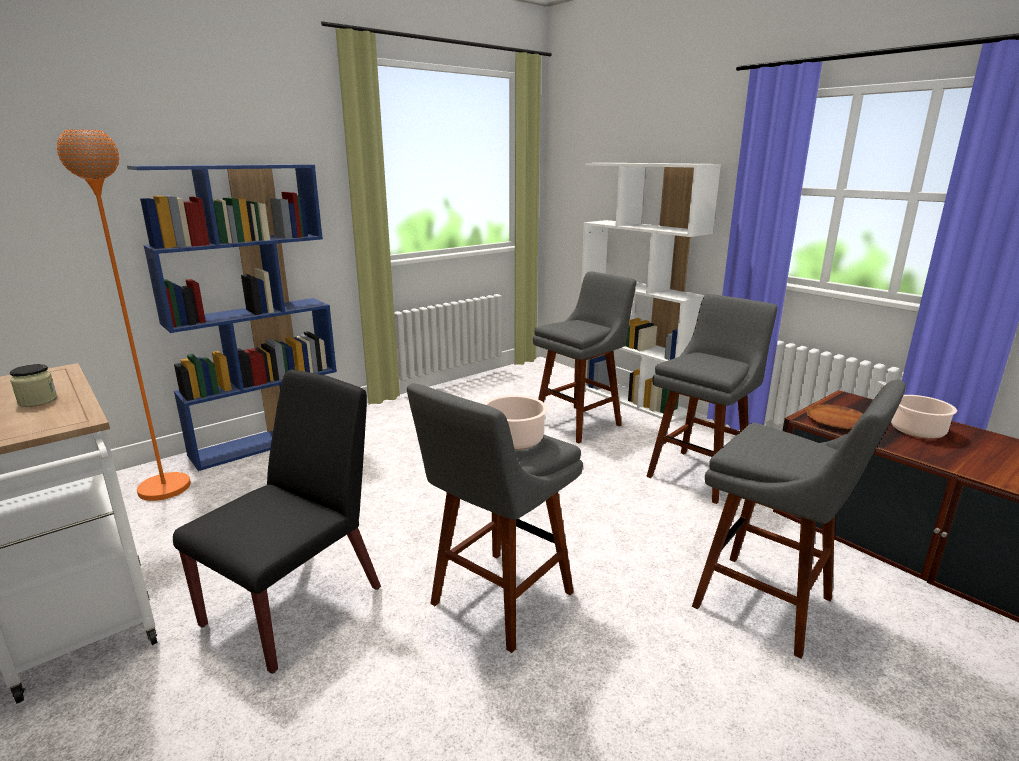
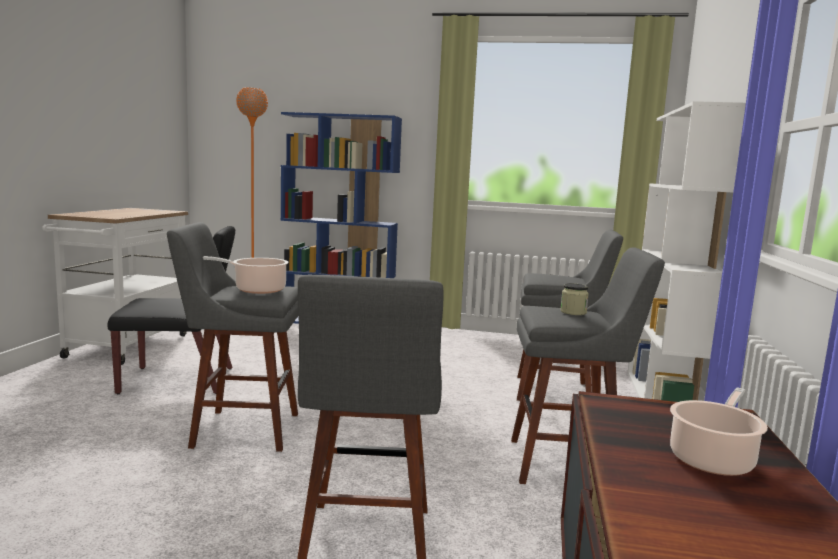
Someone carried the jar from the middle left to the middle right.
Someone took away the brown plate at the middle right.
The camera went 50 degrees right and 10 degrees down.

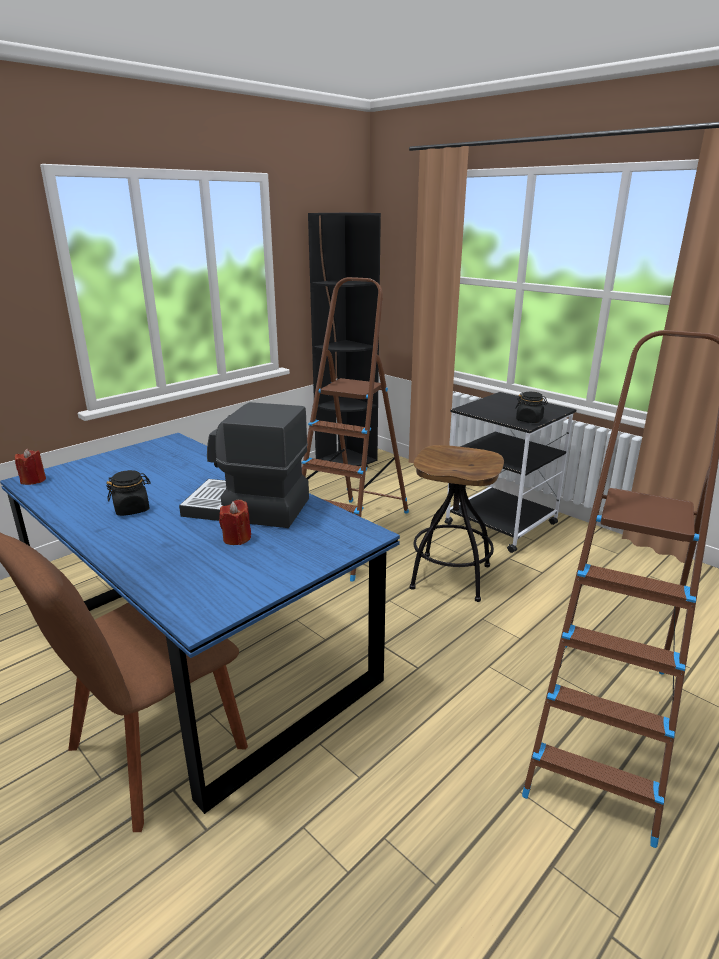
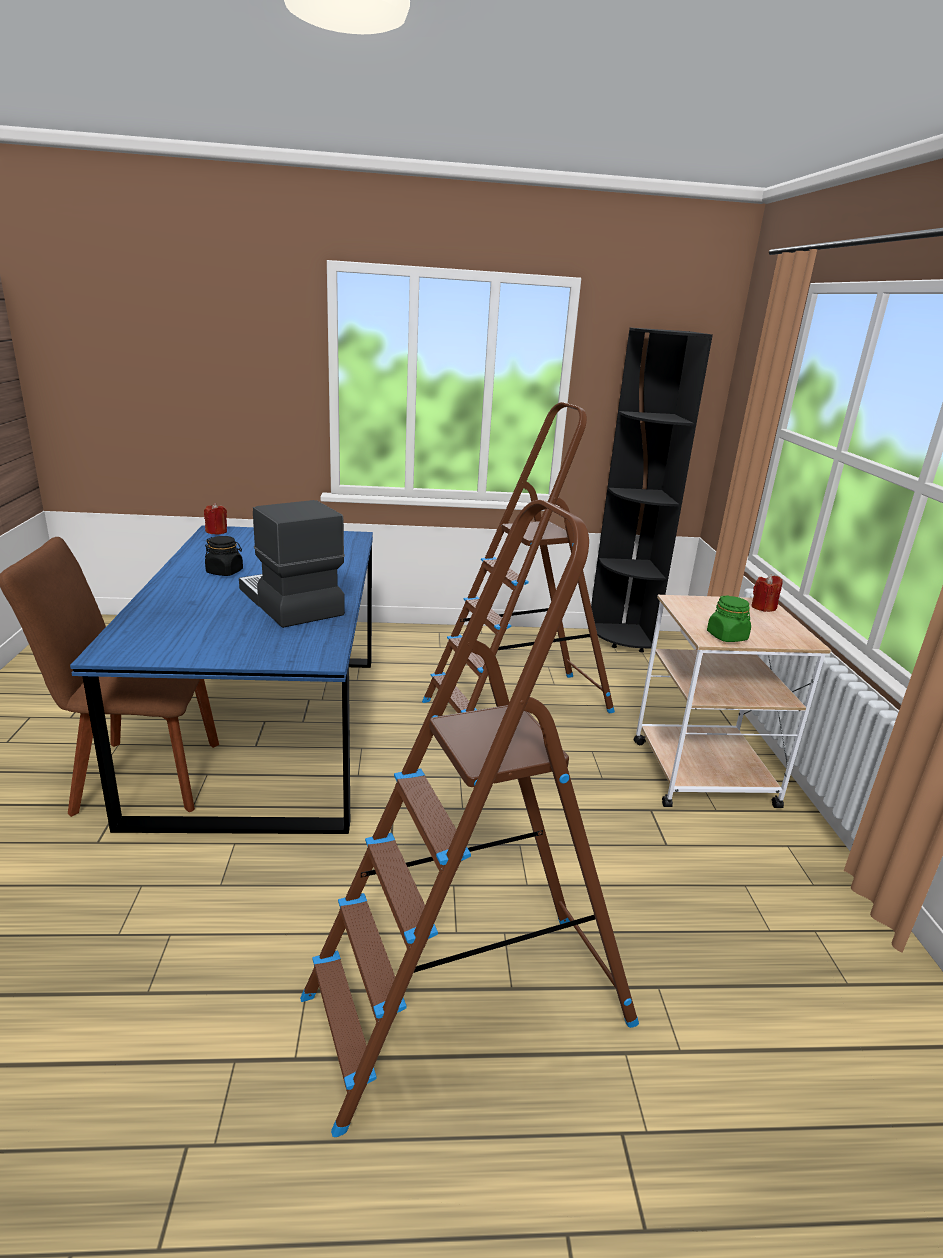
Someone carried the red candle (no. 2 from left) from the middle left to the middle right.
Someone took away the brown stool at the centre.
Someone repainted the black cart at the middle right, which became the beige cart at the middle right.
Someone repainted the black jar (no. 2 from left) at the middle right, which became the green jar at the middle right.
The camera went 40 degrees right and 0 degrees up.

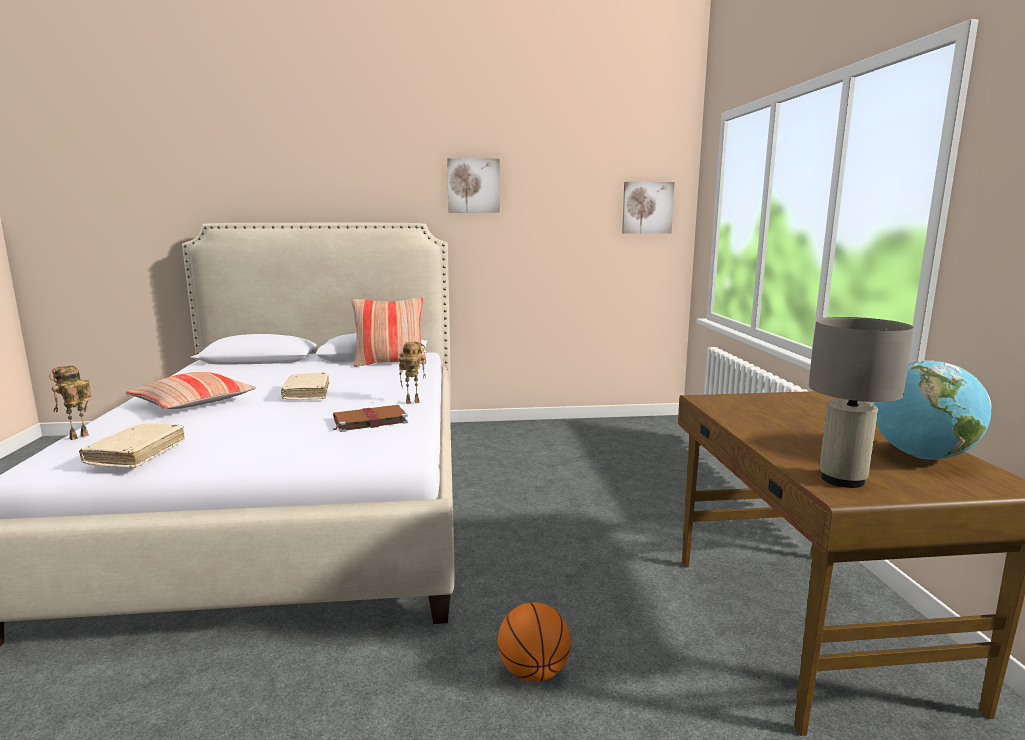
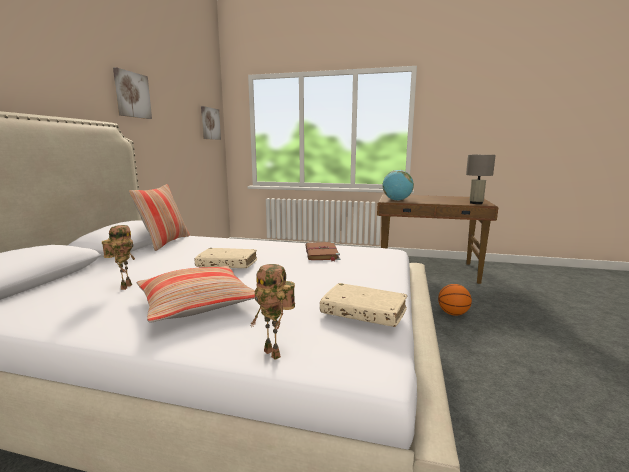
Someone carried the toy robot (no. 2 from left in the first image) from the centre to the middle left.
Someone carried the globe from the middle right to the centre.
The camera went 70 degrees left and 0 degrees up.

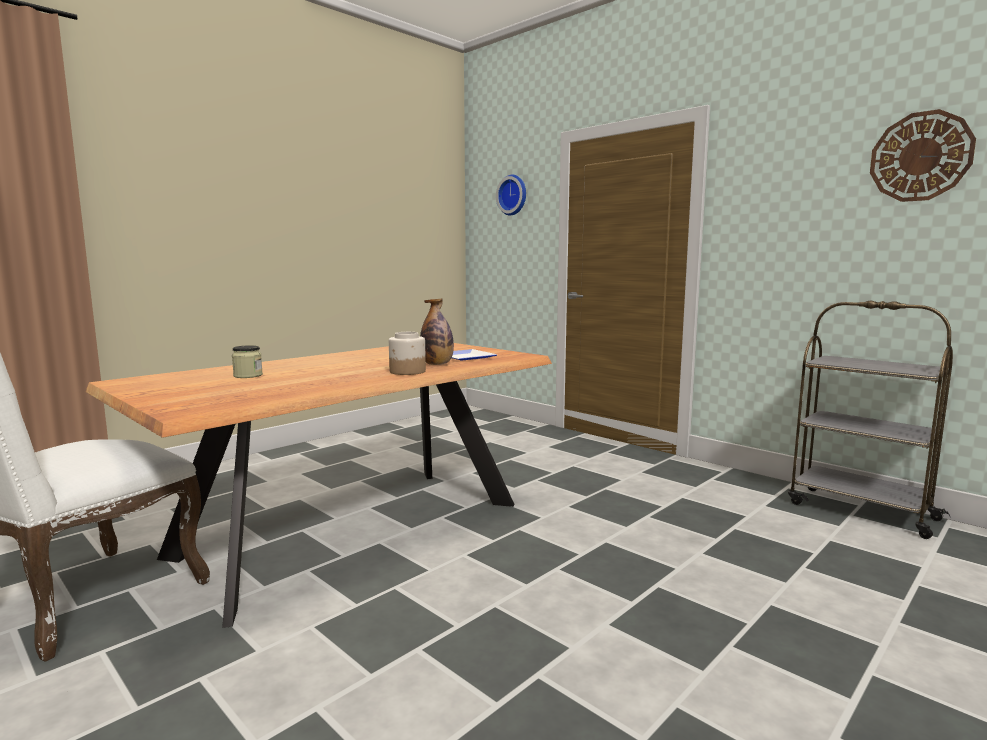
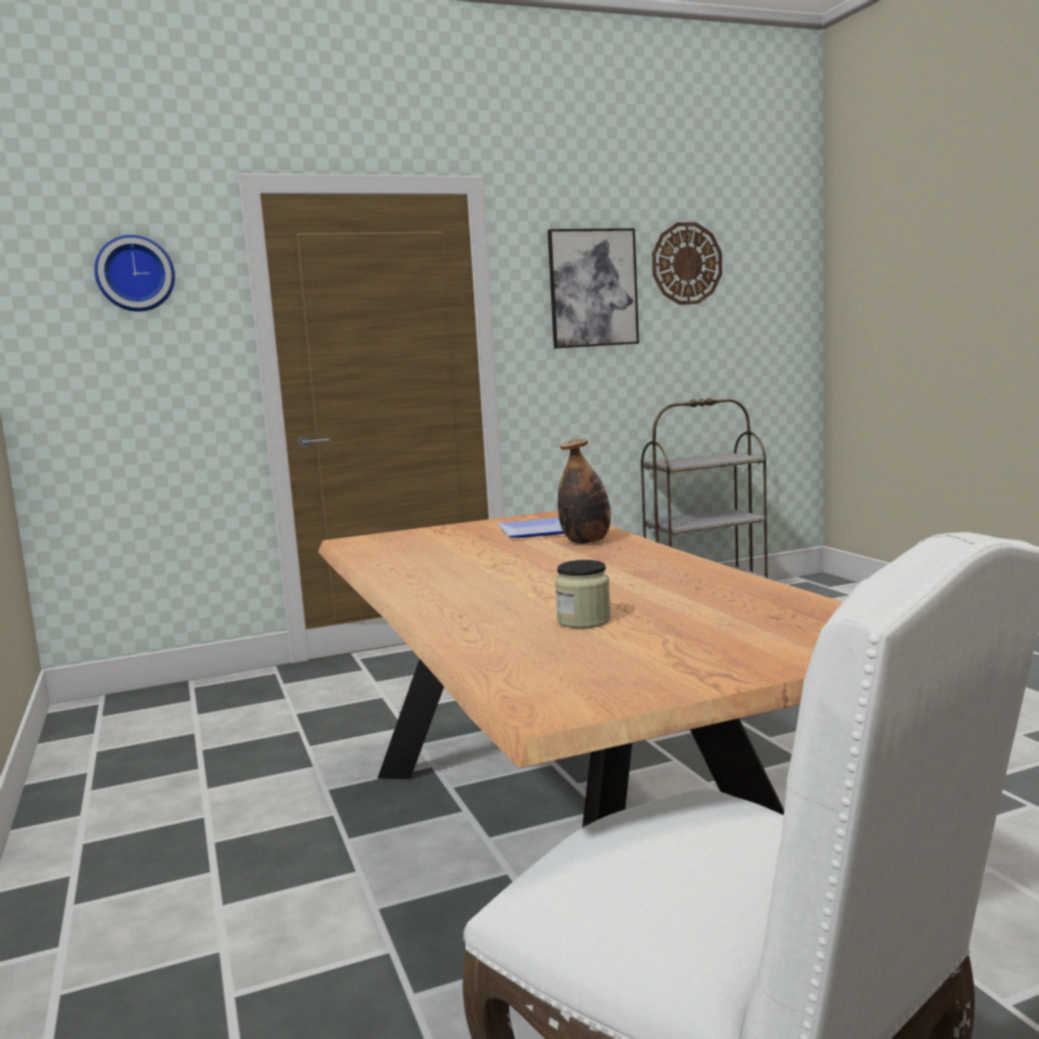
Someone took away the jar (no. 2 from left) at the centre.
Someone put up the picture at the top centre.
The camera went 65 degrees left and 0 degrees up.

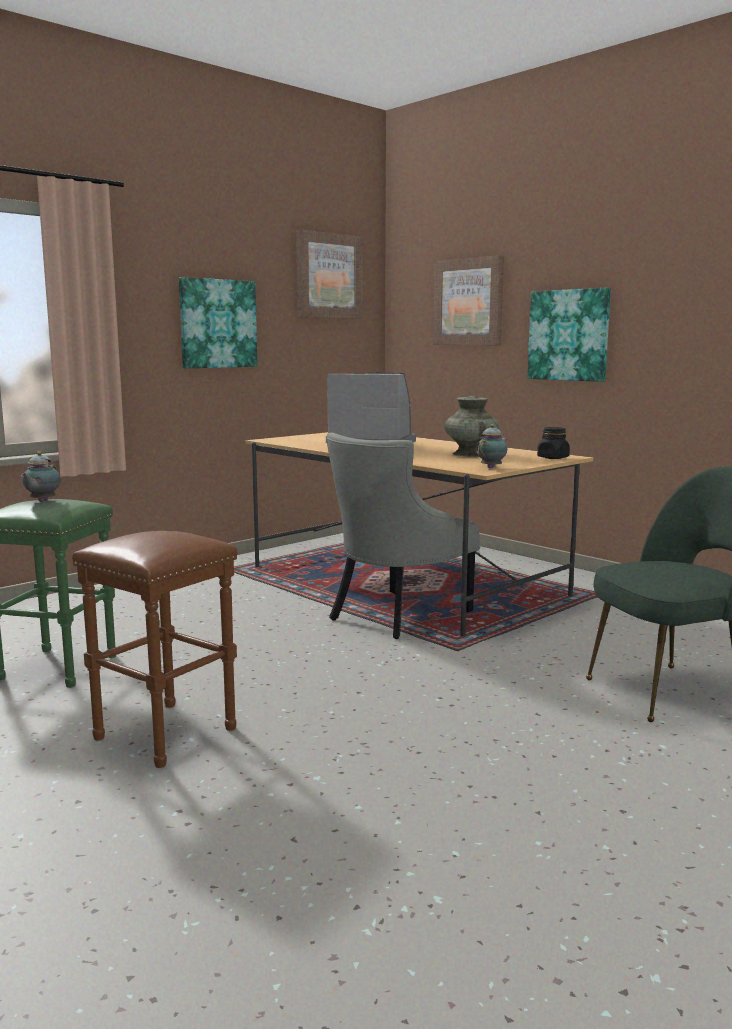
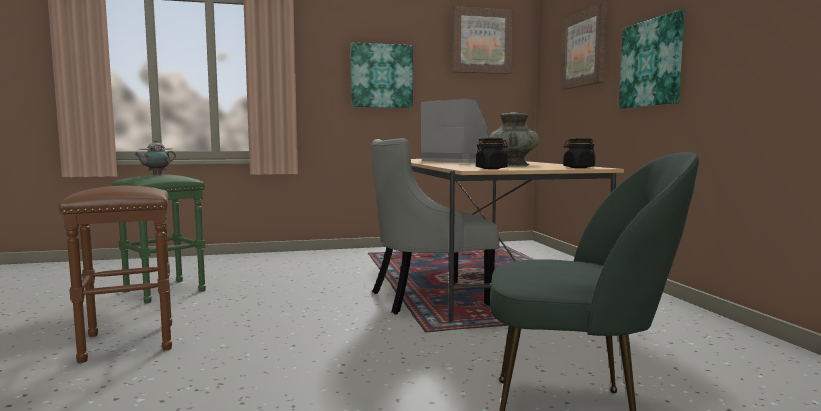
Someone swapped the teapot (no. 2 from left) at the middle right for the black jar (no. 1 from left) at the centre.
The camera went 30 degrees right and 5 degrees down.

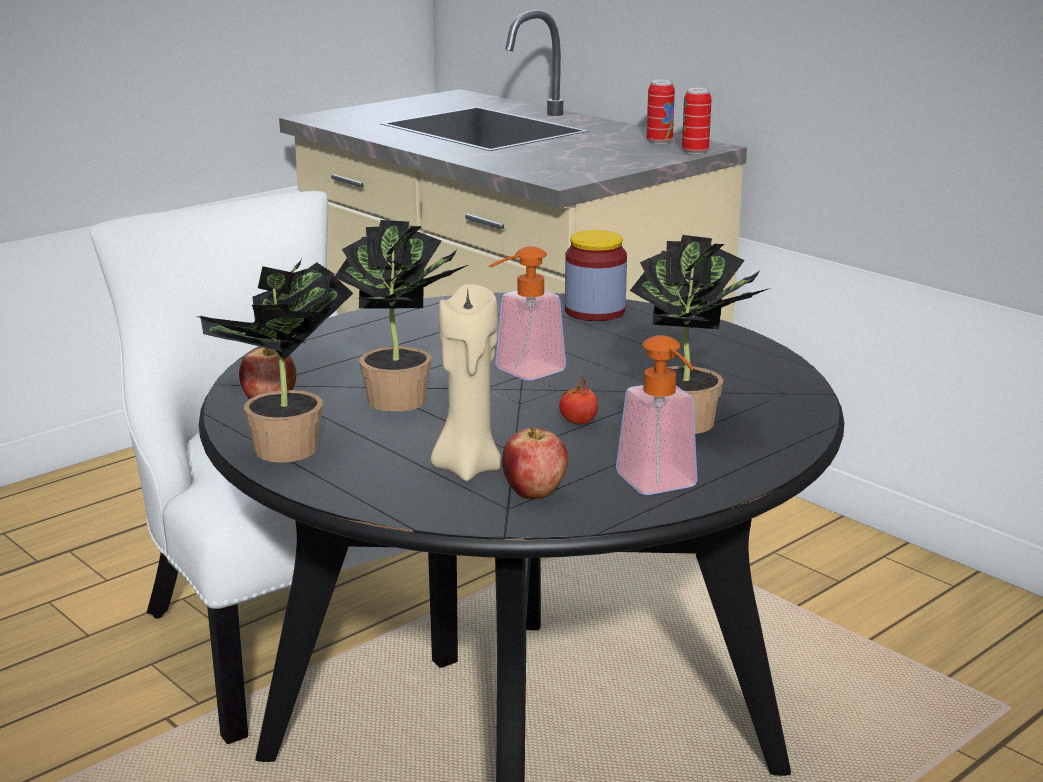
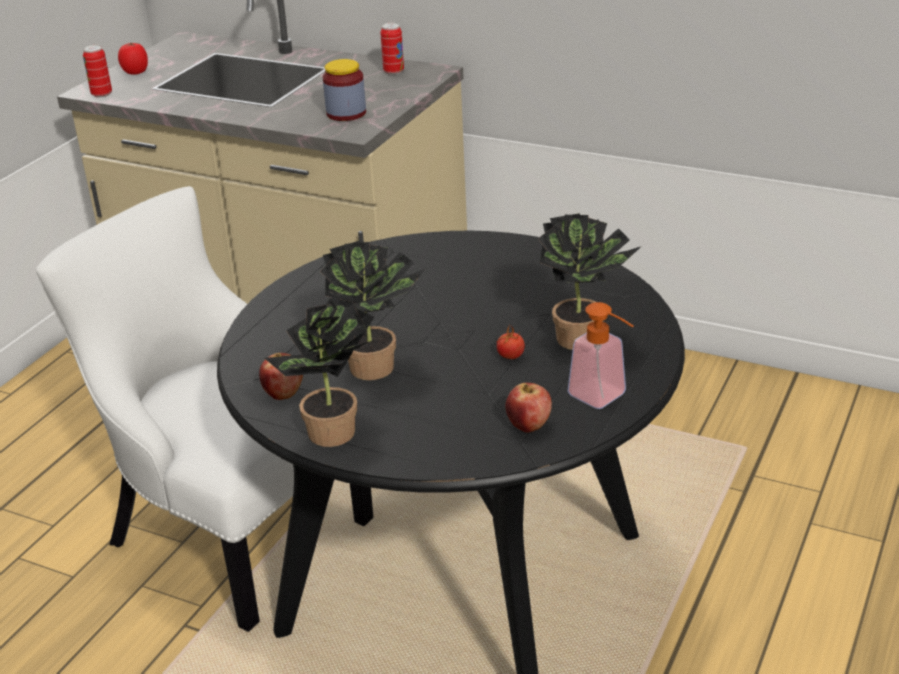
Someone took away the beige candle at the centre.
Someone took away the soap dispenser (no. 1 from left) at the centre.
Someone carried the jar from the centre to the top centre.
Someone carried the can (no. 2 from left in the first image) from the top right to the top left.
Someone put down the tomato (no. 1 from left) at the top left.
The camera went 20 degrees left and 10 degrees up.

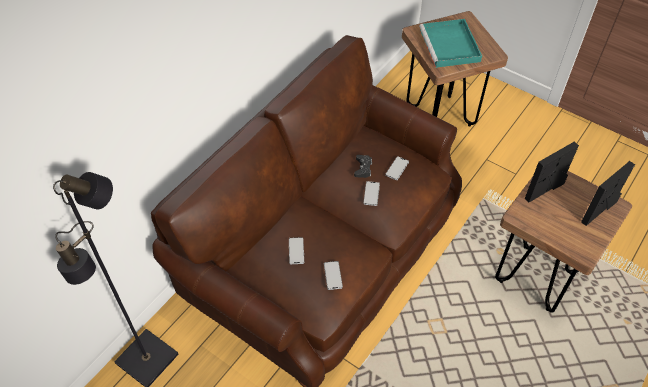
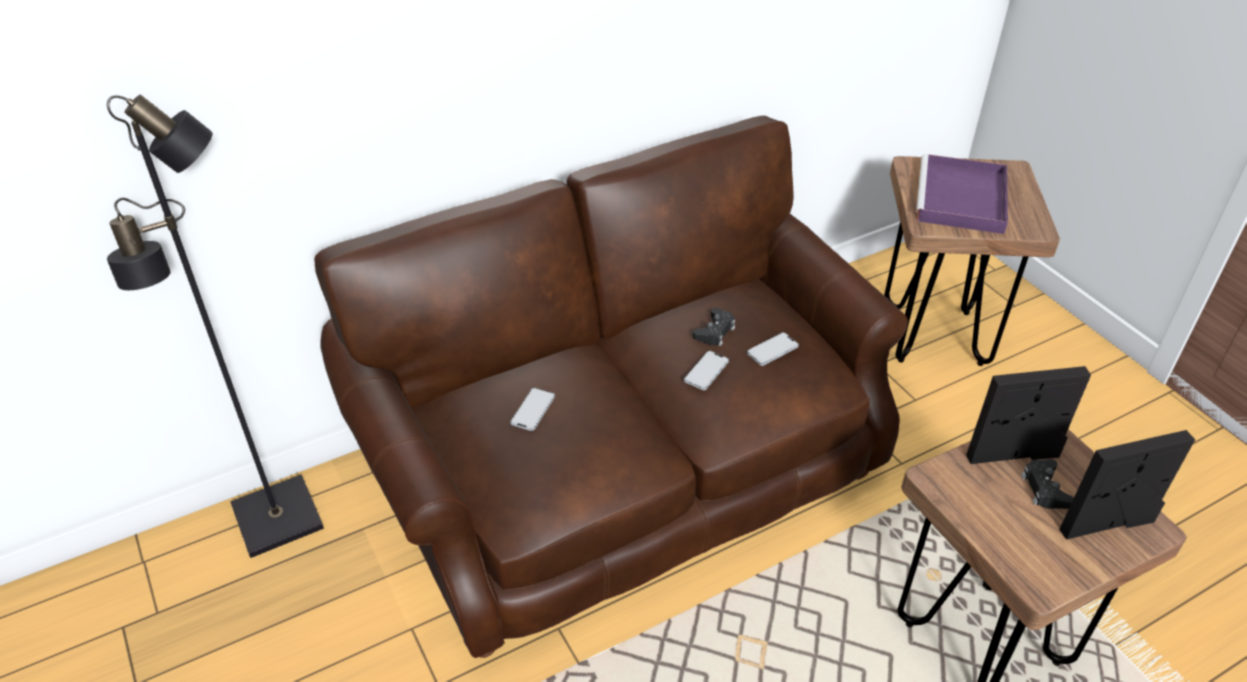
Someone took away the phone (no. 2 from left) at the bottom centre.
Someone repainted the turquoise tray at the top right, which became the purple tray at the top right.
Someone put down the black game controller (no. 2 from left) at the bottom right.
The camera went 25 degrees right and 10 degrees down.

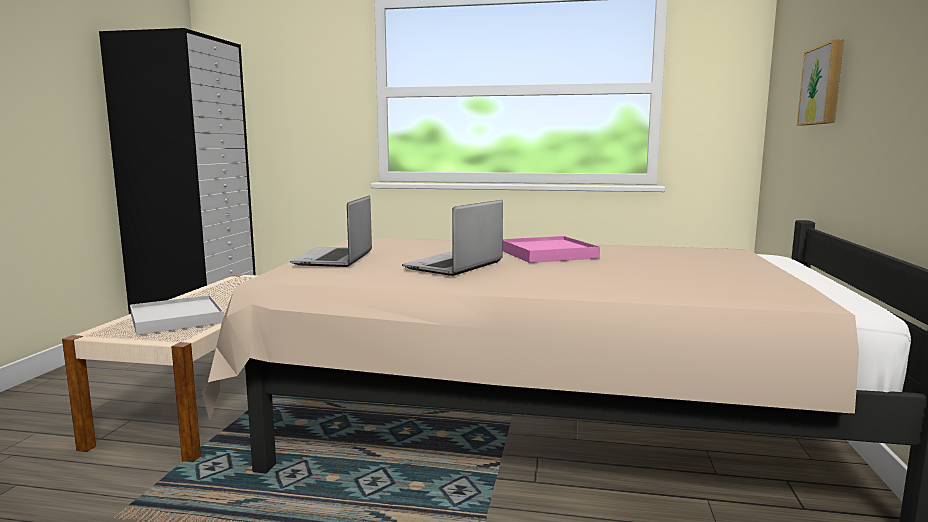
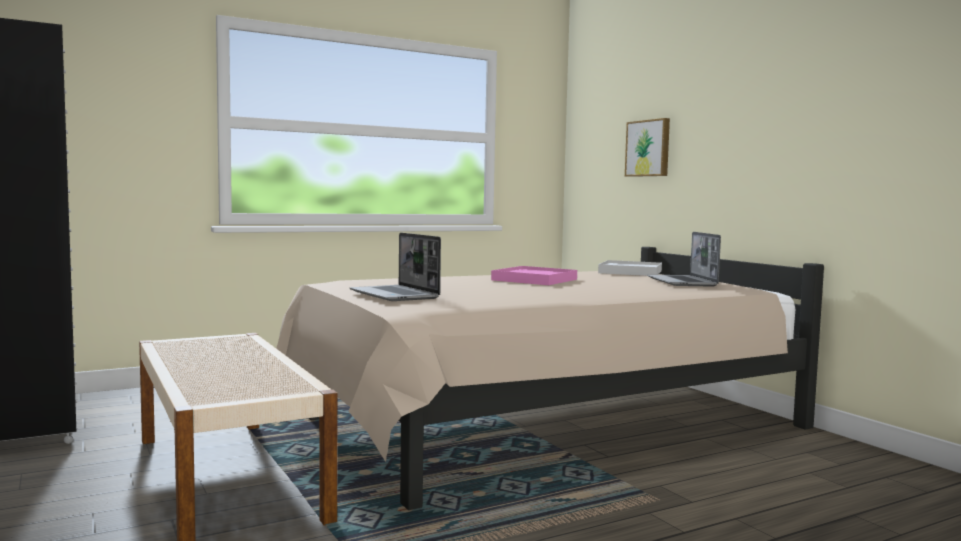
Someone carried the white tray from the middle left to the centre.
Someone carried the laptop (no. 2 from left) from the centre to the middle right.
The camera went 40 degrees left and 5 degrees down.

